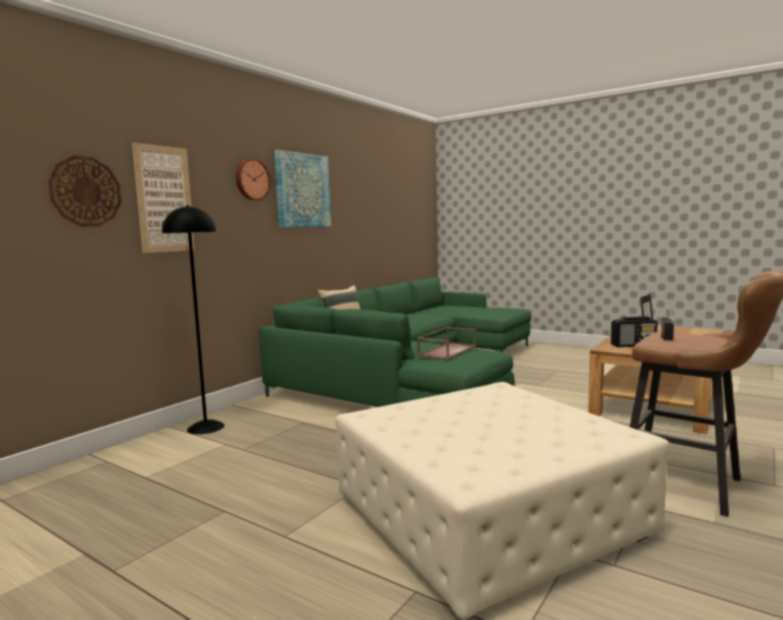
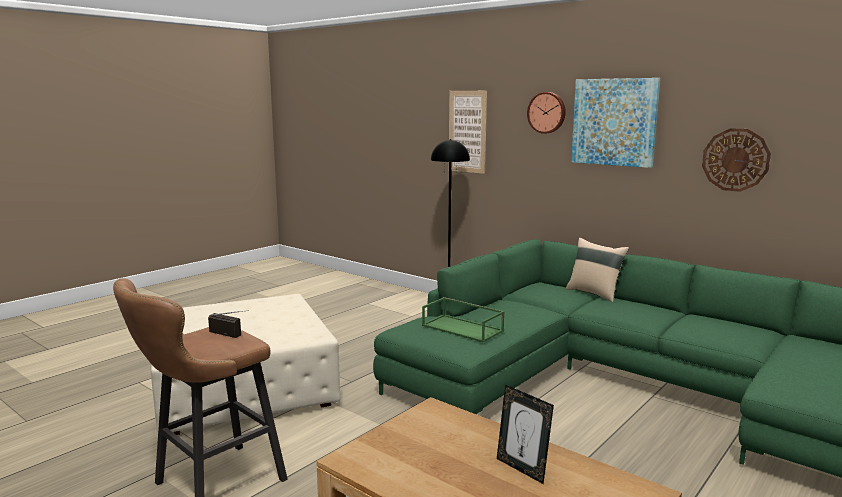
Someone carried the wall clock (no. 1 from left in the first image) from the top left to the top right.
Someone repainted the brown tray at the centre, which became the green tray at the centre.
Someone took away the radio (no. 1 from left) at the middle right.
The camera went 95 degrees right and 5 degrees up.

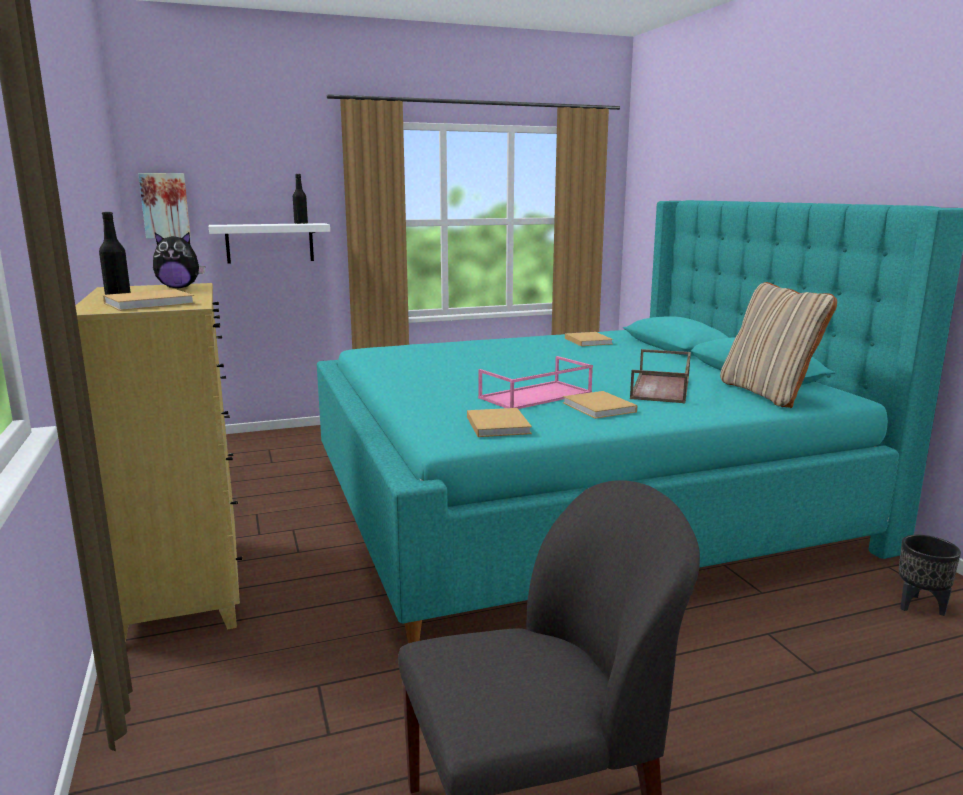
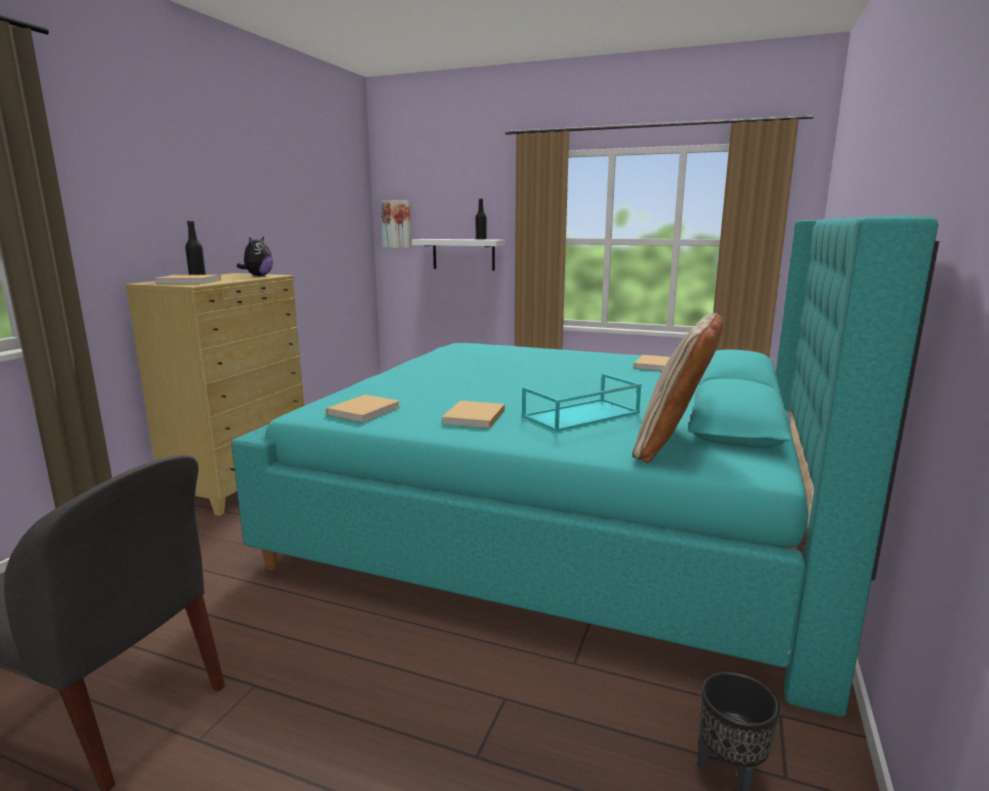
Someone rotated the plush toy at the top left by 105 degrees counterclockwise.
Someone took away the pink tray at the centre.
Someone repainted the brown tray at the middle right, which became the turquoise tray at the centre.
The camera went 40 degrees right and 0 degrees up.

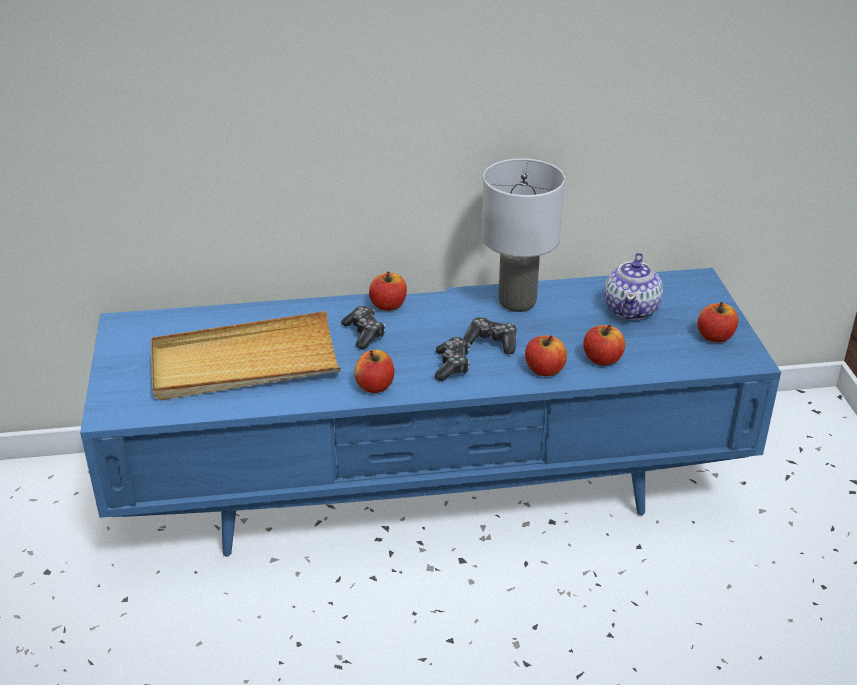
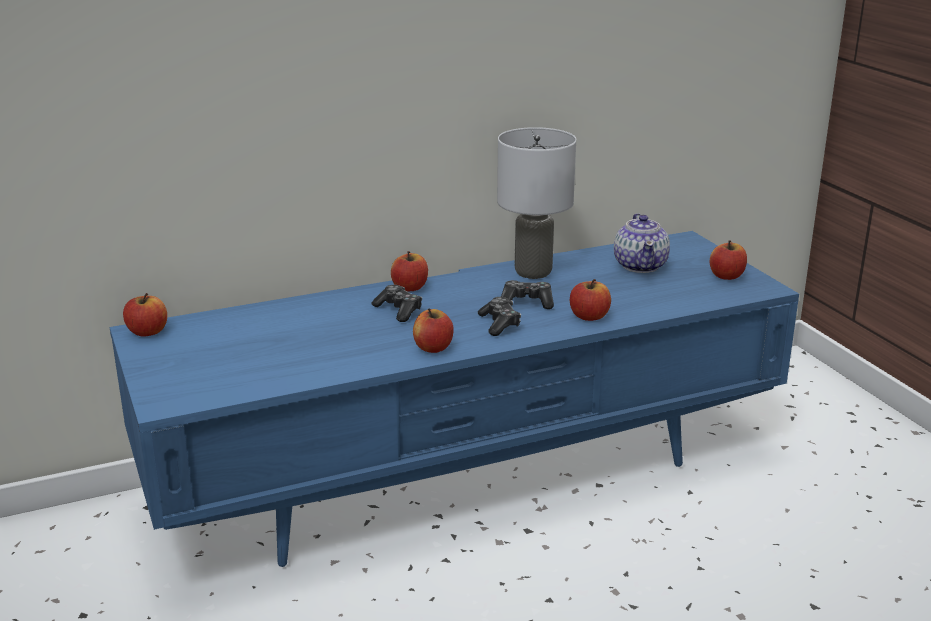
Someone took away the beige tray at the middle left.
Someone carried the apple (no. 4 from left in the first image) from the middle right to the middle left.
The camera went 15 degrees left and 10 degrees down.

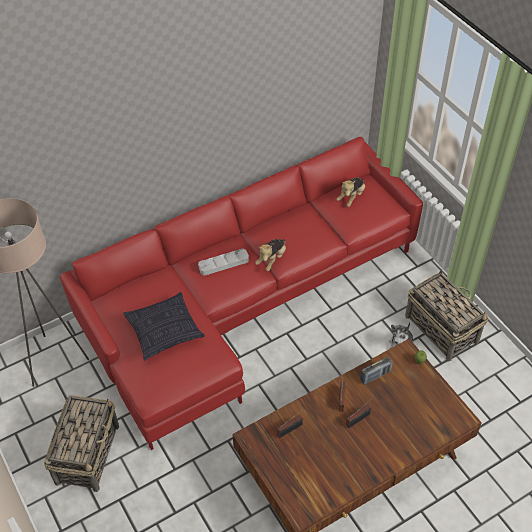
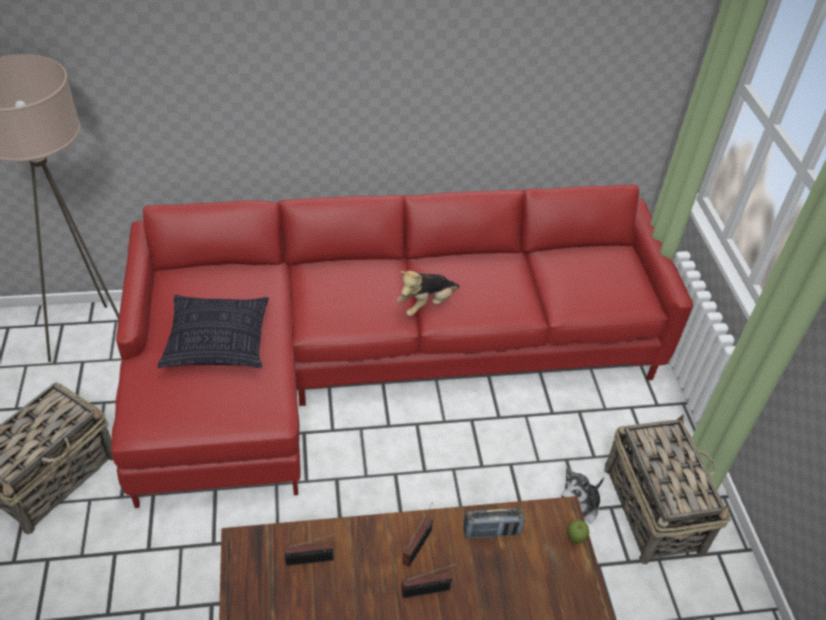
Someone took away the grey tray at the centre.
Someone took away the plush toy (no. 2 from left) at the centre.
The camera went 20 degrees right and 5 degrees down.

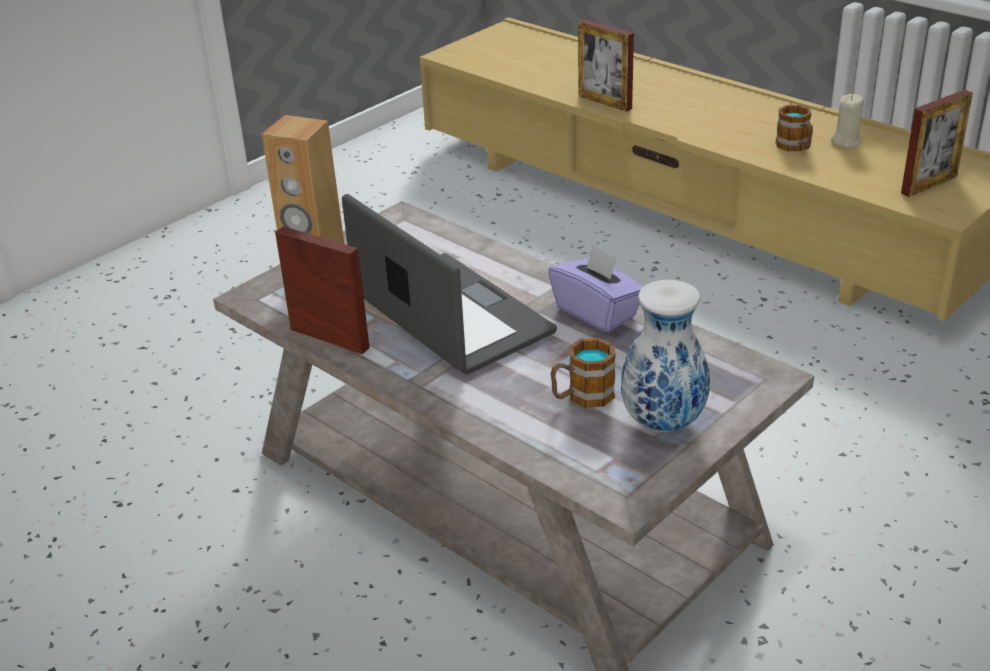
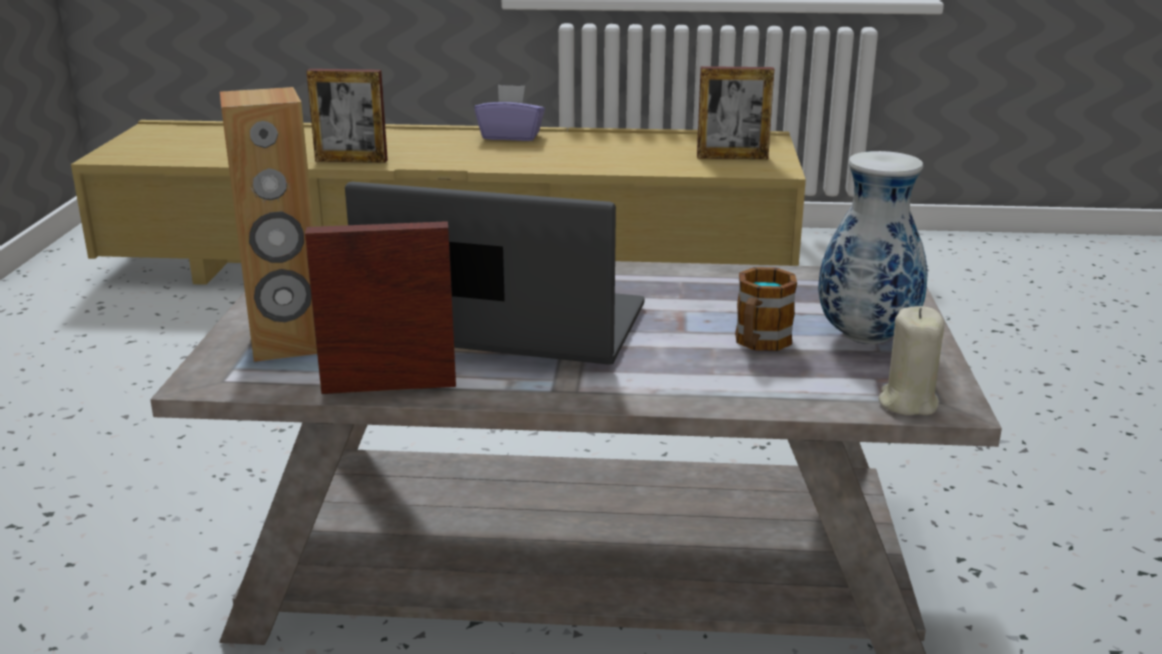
Someone carried the purple tissue box from the centre to the top centre.
Someone took away the mug (no. 2 from left) at the top right.
Someone carried the beige candle from the top right to the middle right.
Someone rotated the picture frame (no. 3 from left) at the top right by 75 degrees clockwise.
The camera went 40 degrees left and 10 degrees down.

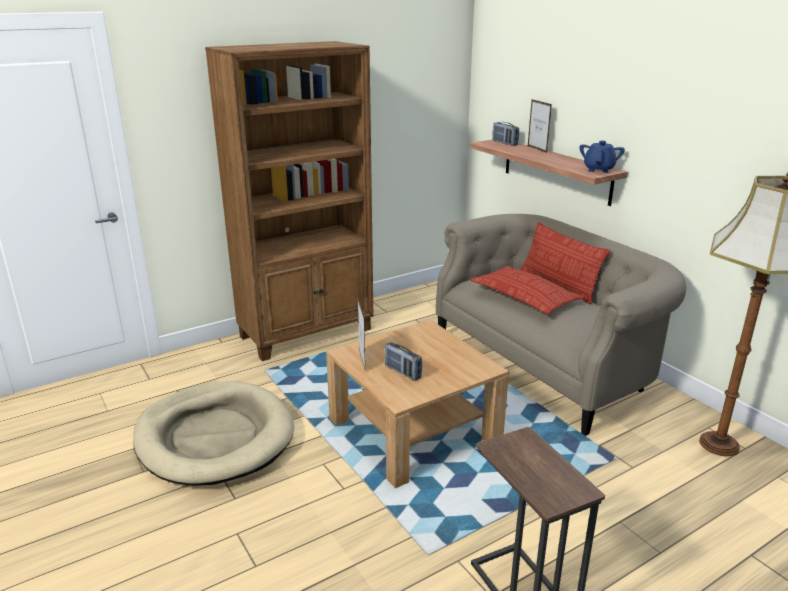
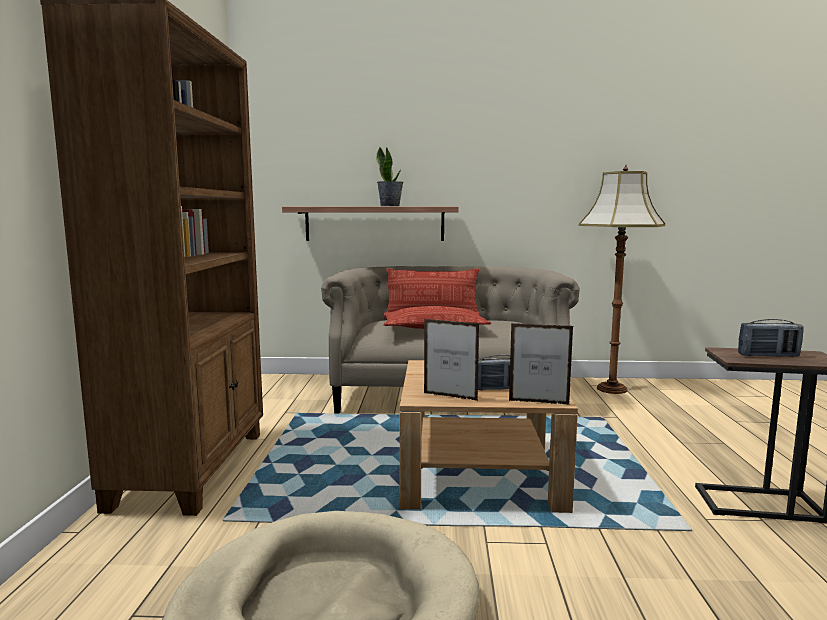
Someone carried the radio (no. 2 from left) from the top centre to the middle right.
Someone carried the picture frame (no. 2 from left) from the top right to the centre.
Someone took away the blue teapot at the top right.
Someone put down the potted plant at the top centre.
The camera went 55 degrees left and 15 degrees down.

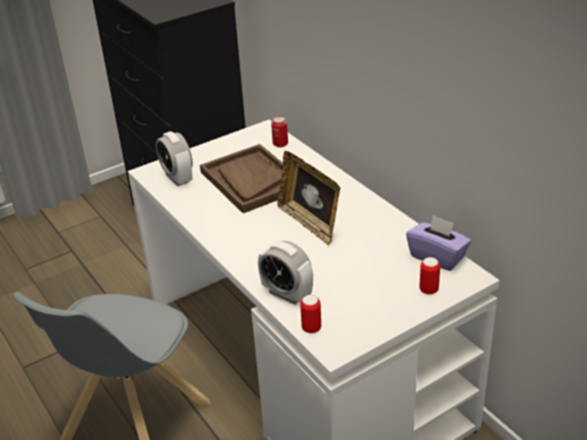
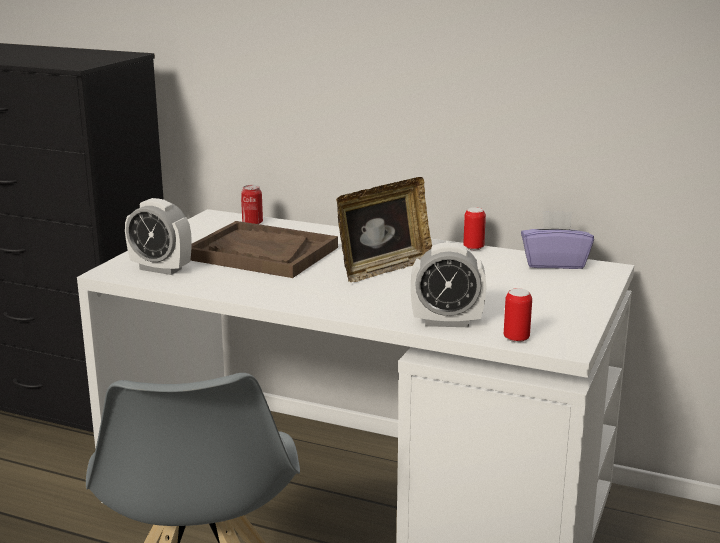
Someone rotated the picture frame at the centre by 60 degrees counterclockwise.
Someone carried the can (no. 3 from left in the first image) from the middle right to the centre.
The camera went 35 degrees left and 15 degrees down.

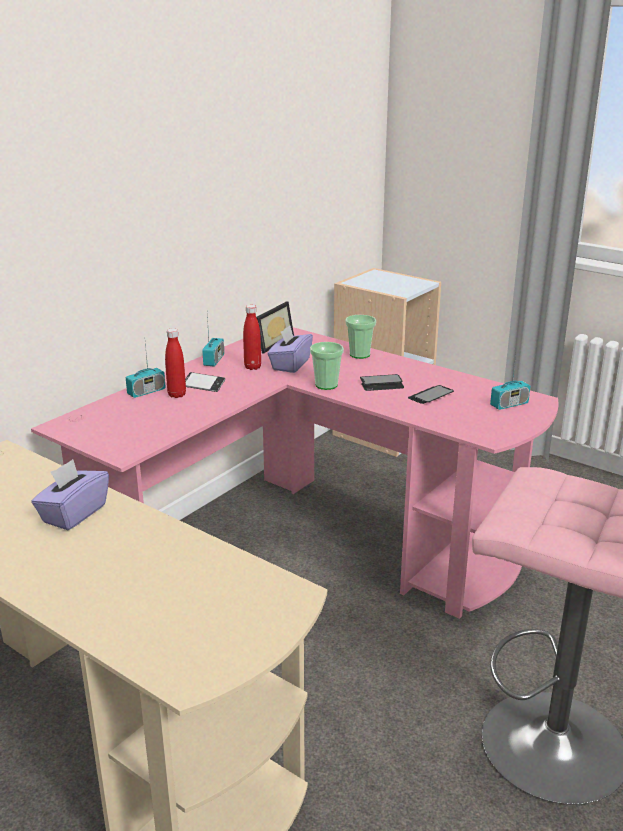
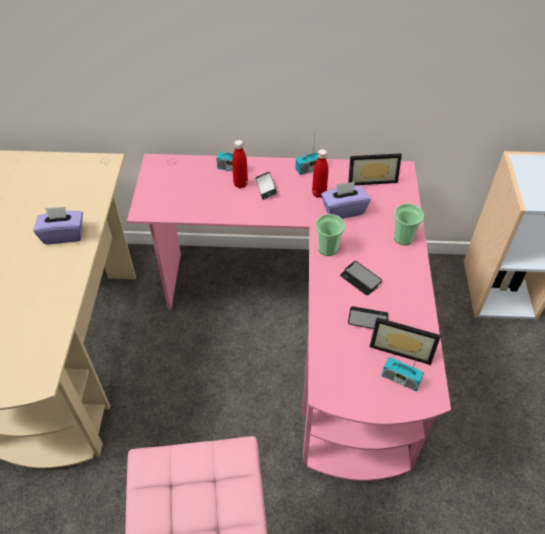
Someone put down the picture frame (no. 2 from left) at the middle right.
The camera went 55 degrees right and 25 degrees up.

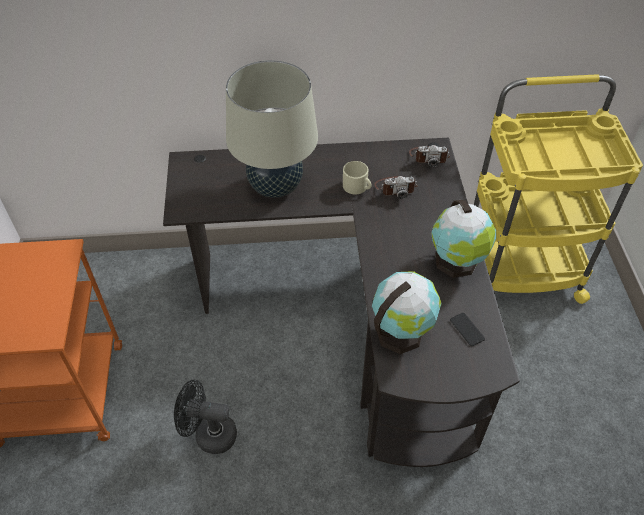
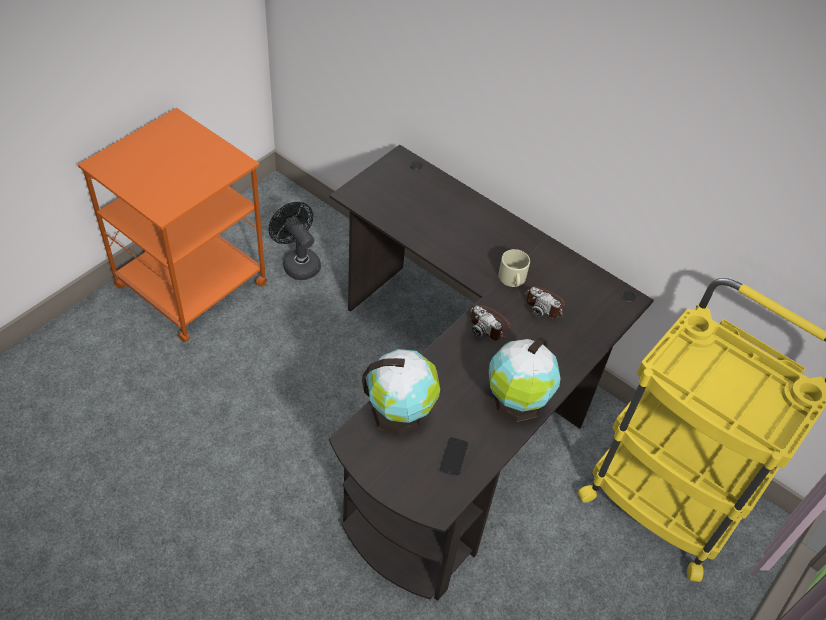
Someone carried the black fan from the bottom left to the centre.
Someone took away the beige table lamp at the top centre.
Someone carried the photo camera (no. 2 from left in the first image) from the top centre to the centre.
The camera went 40 degrees right and 0 degrees up.

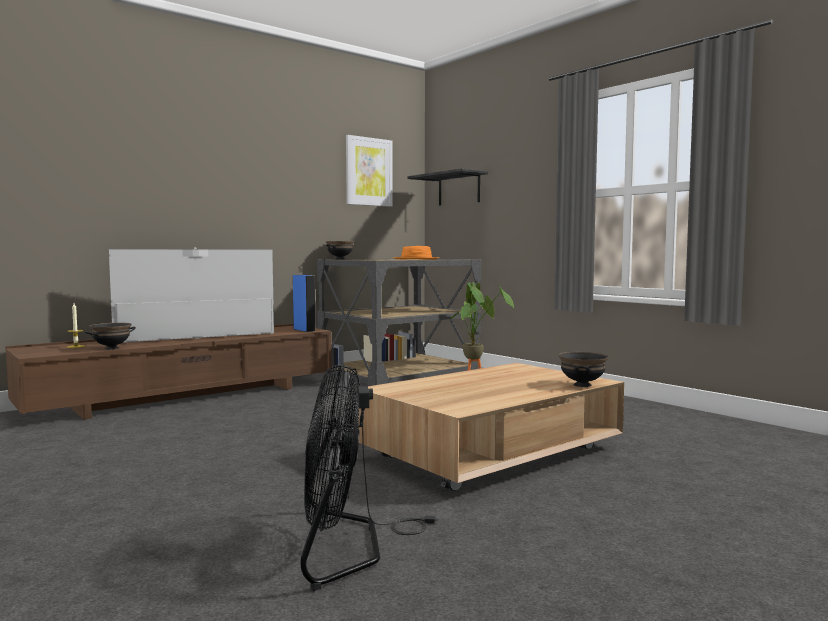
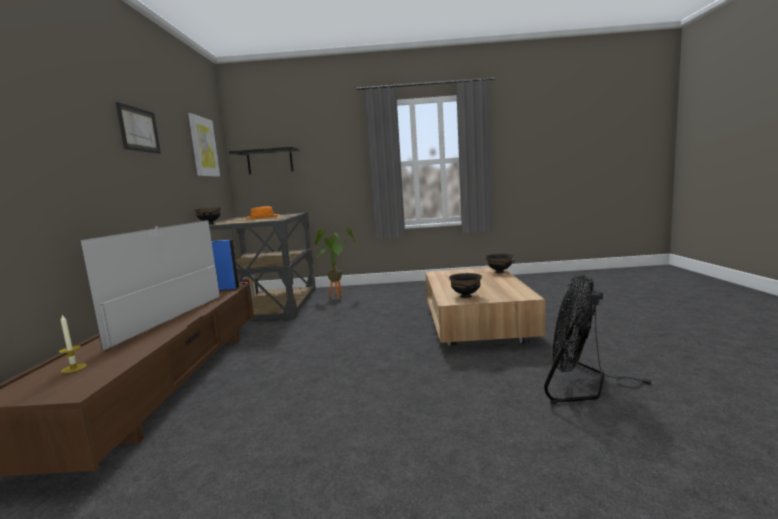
Someone carried the black bowl (no. 1 from left in the first image) from the middle left to the centre.
Someone rotated the black fan at the bottom centre by 90 degrees clockwise.
Someone put up the picture (no. 1 from left) at the top left.
The camera went 50 degrees left and 5 degrees up.

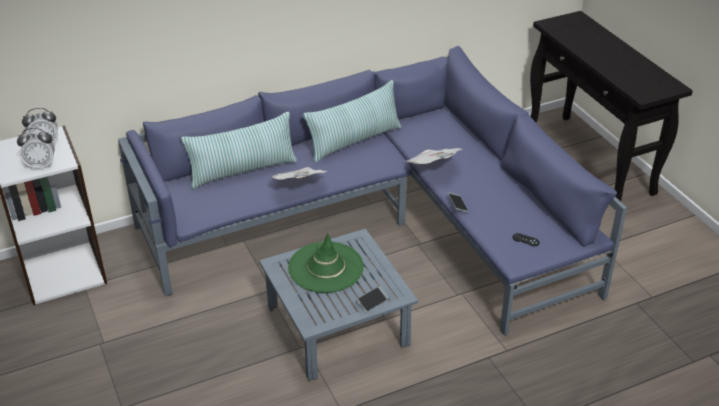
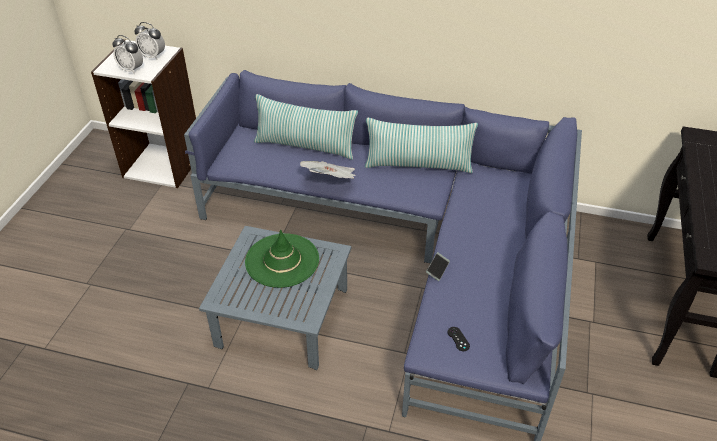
Someone took away the phone (no. 1 from left) at the bottom centre.
Someone took away the newspaper (no. 2 from left) at the centre.
The camera went 40 degrees right and 5 degrees up.

